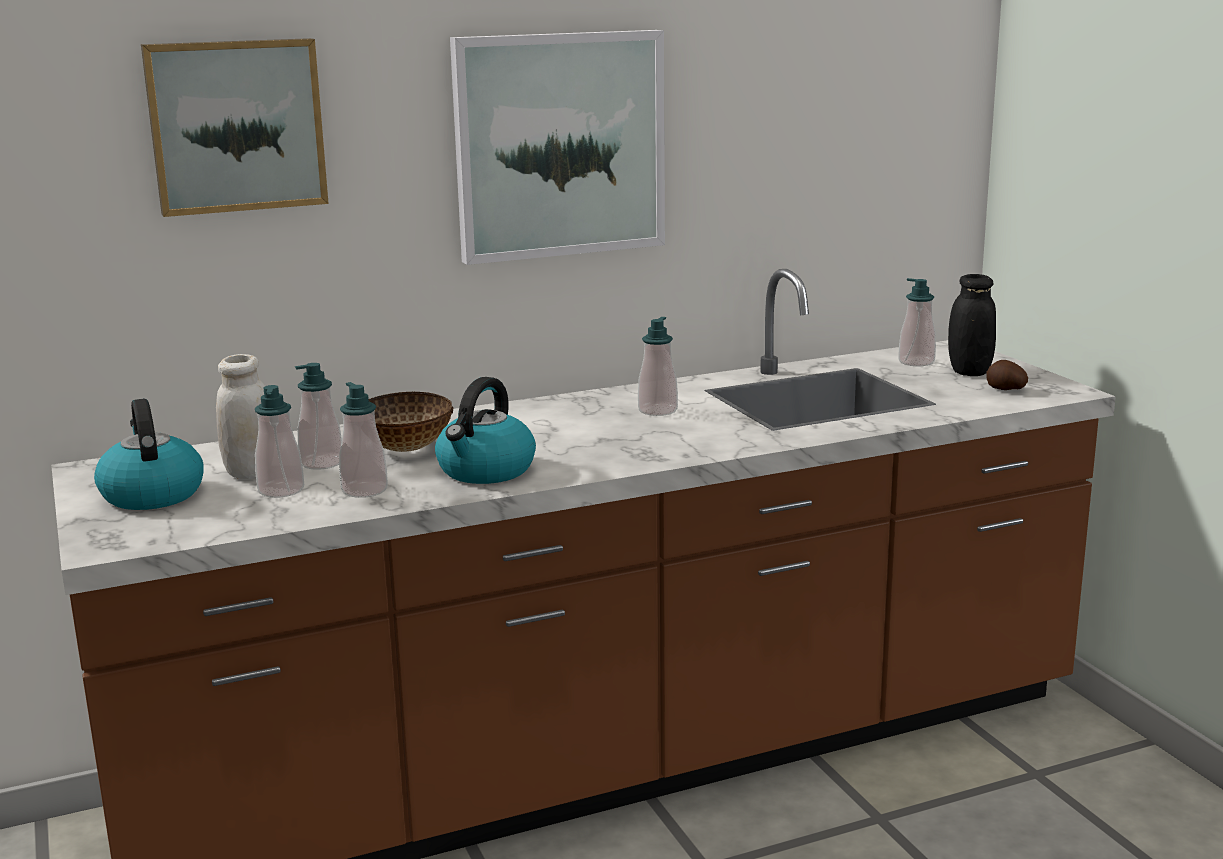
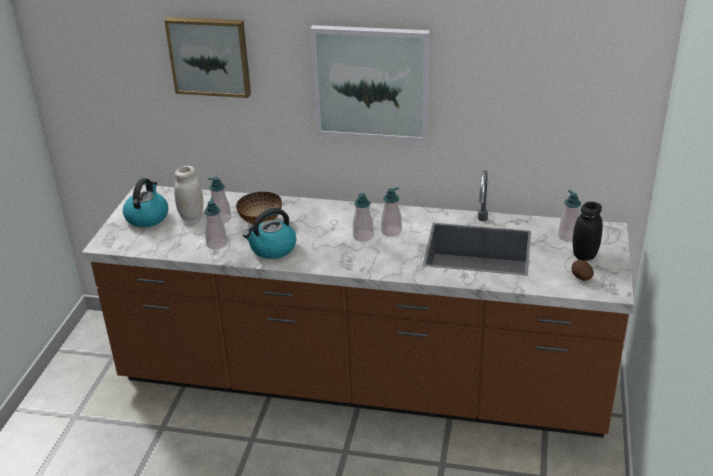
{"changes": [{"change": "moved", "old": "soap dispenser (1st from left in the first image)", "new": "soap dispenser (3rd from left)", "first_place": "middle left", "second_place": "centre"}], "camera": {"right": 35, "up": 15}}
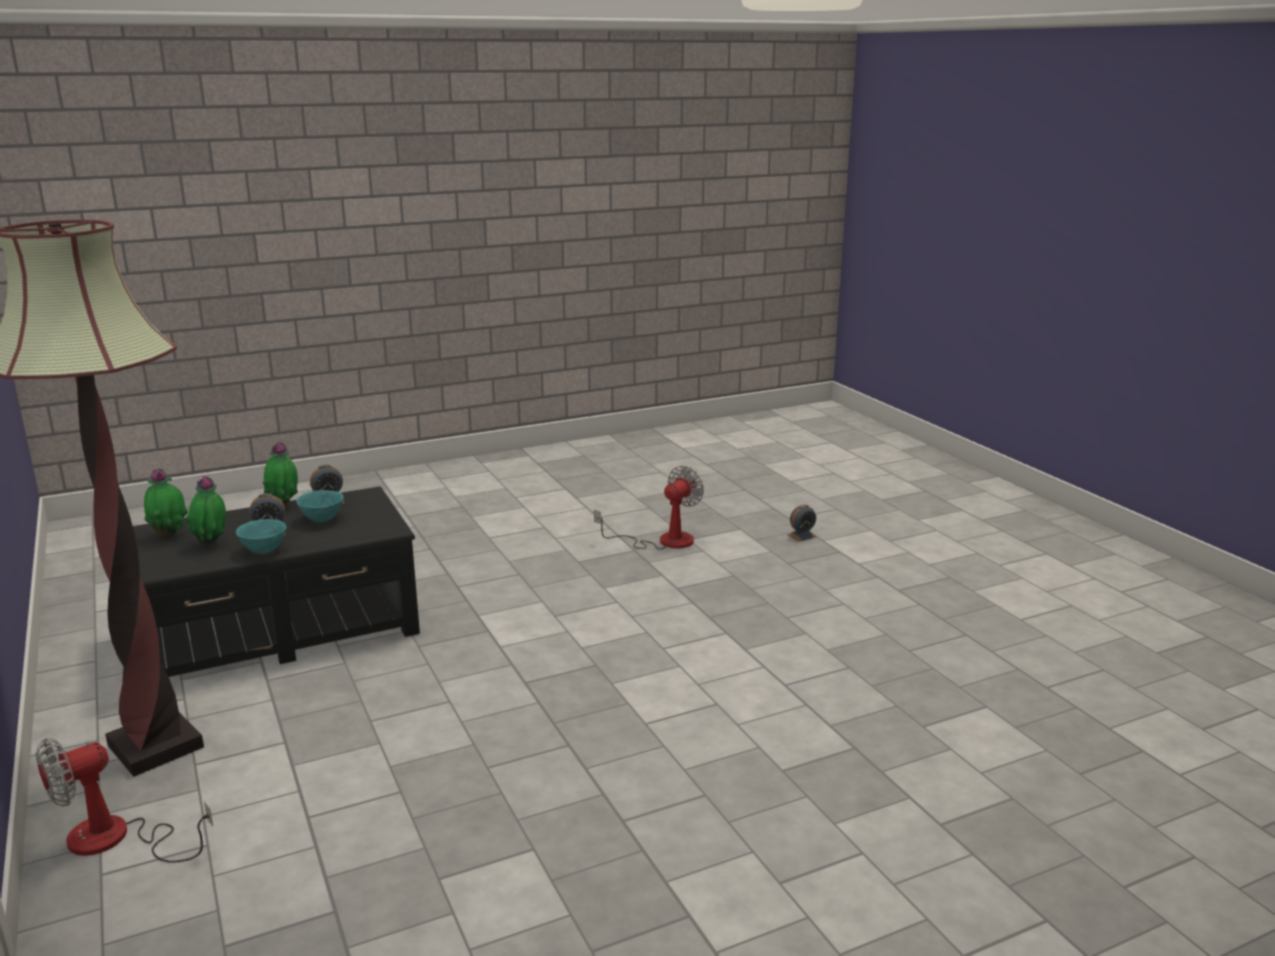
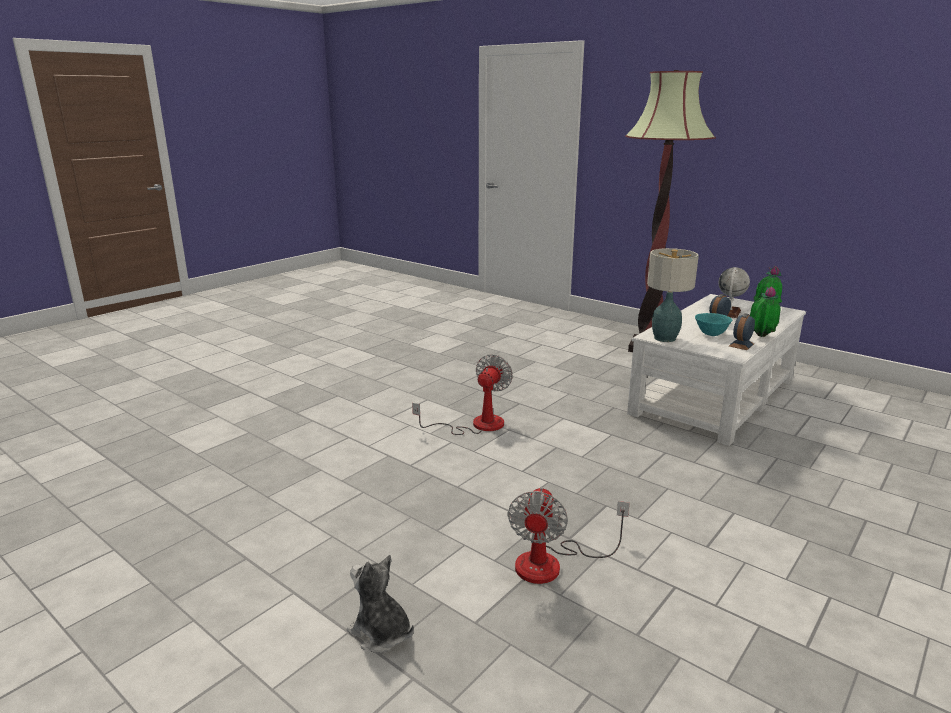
{"changes": [{"change": "moved", "old": "fan (1st from left)", "first_place": "bottom left", "second_place": "centre"}, {"change": "recoloured", "old": "coffee table (black)", "new": "coffee table (white)", "first_place": "middle left", "second_place": "middle right"}, {"change": "replaced", "old": "potted plant (2nd from left)", "new": "globe", "first_place": "middle left", "second_place": "middle right"}, {"change": "removed", "old": "bowl (turquoise) (1st from left)", "first_place": "middle left"}, {"change": "replaced", "old": "alarm clock (3rd from left)", "new": "plush toy", "first_place": "centre", "second_place": "bottom centre"}, {"change": "added", "new": "table lamp", "second_place": "middle right"}], "camera": {"right": 155, "up": 0}}
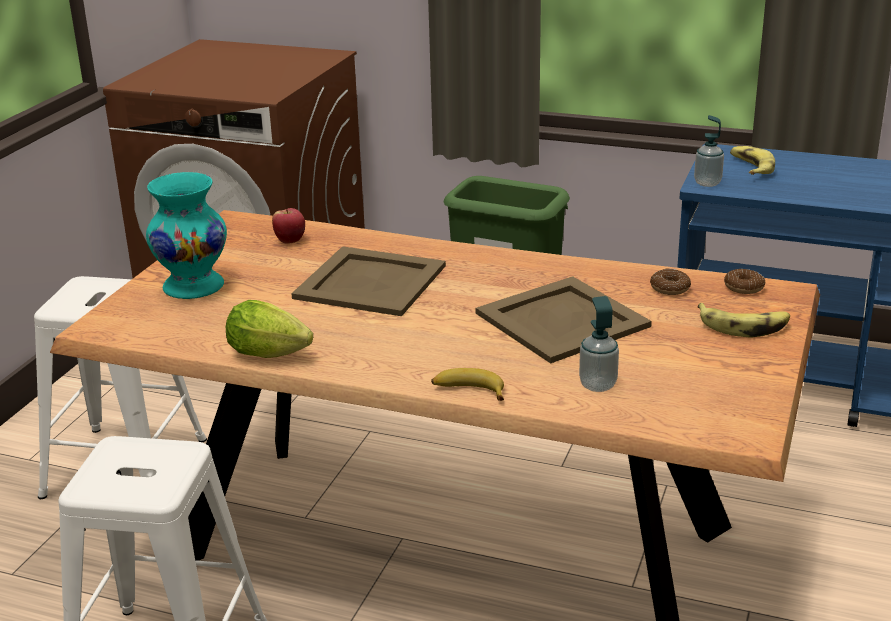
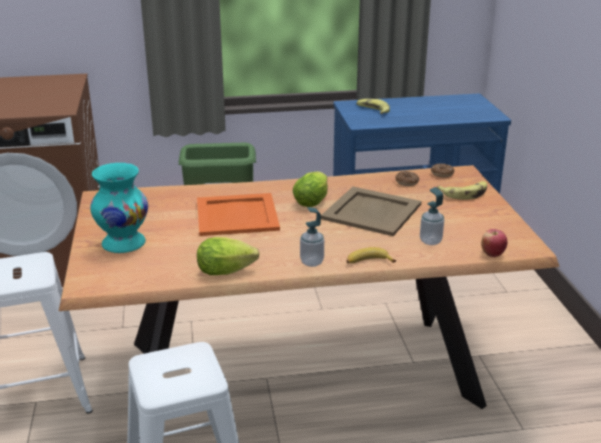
{"changes": [{"change": "moved", "old": "apple", "first_place": "middle left", "second_place": "middle right"}, {"change": "recoloured", "old": "tray (beige) (1st from left)", "new": "tray (orange)", "first_place": "centre", "second_place": "centre"}, {"change": "moved", "old": "soap dispenser (2nd from left in the first image)", "new": "soap dispenser (1st from left)", "first_place": "top right", "second_place": "centre"}, {"change": "added", "new": "lettuce (2nd from left)", "second_place": "centre"}], "camera": {"right": -30, "up": 0}}
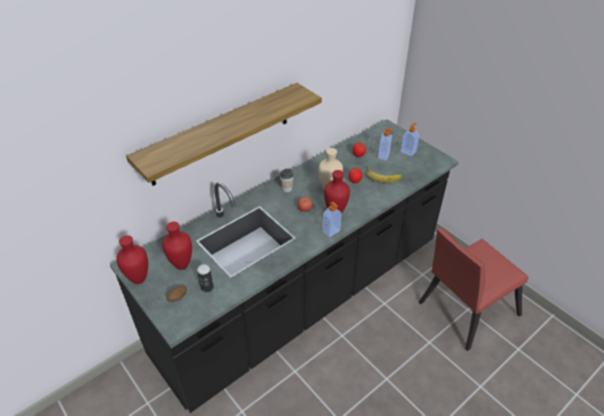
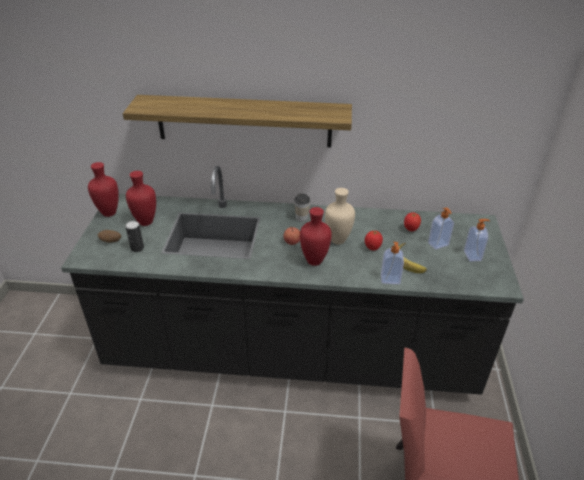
{"changes": [{"change": "moved", "old": "soap dispenser (1st from left)", "first_place": "centre", "second_place": "middle right"}], "camera": {"right": 45, "up": -5}}
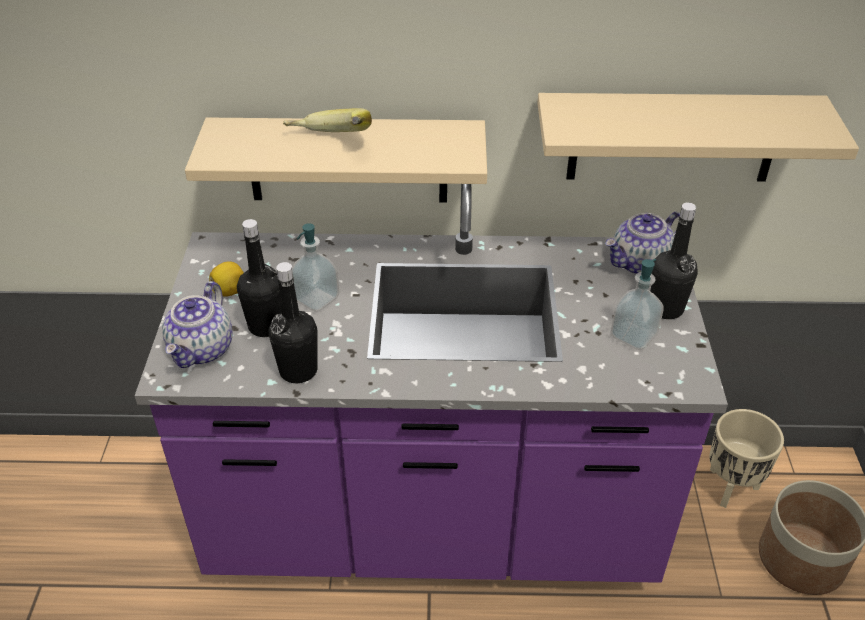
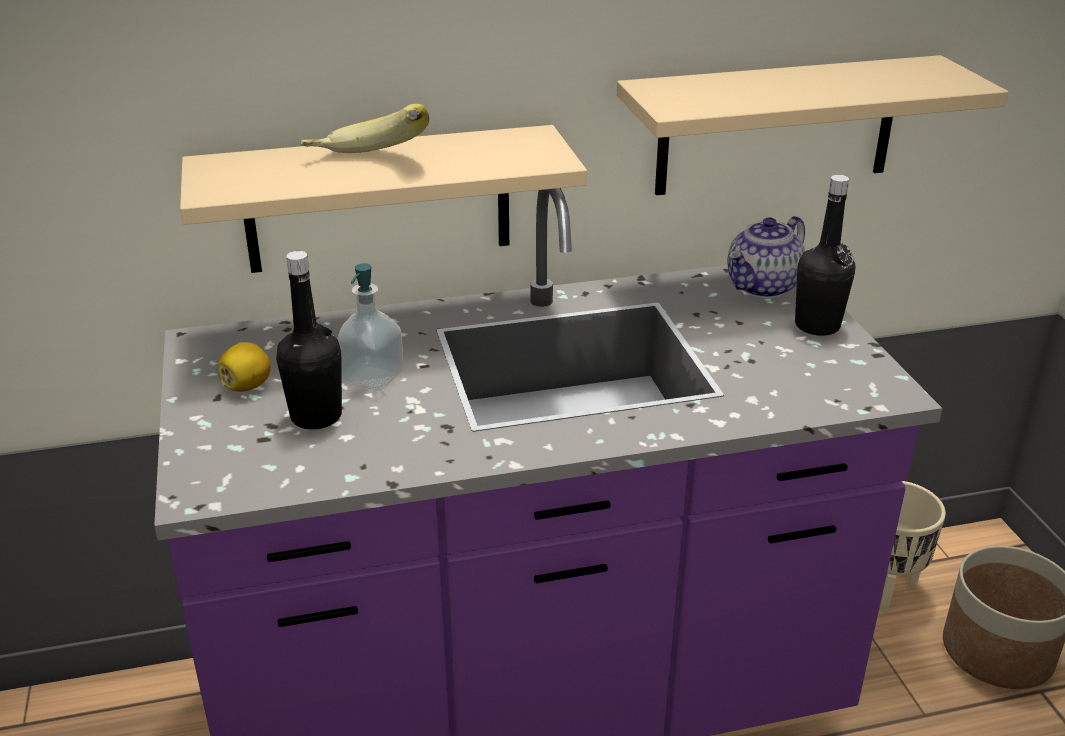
{"changes": [{"change": "removed", "old": "teapot (1st from left)", "first_place": "middle left"}, {"change": "removed", "old": "bottle (black) (2nd from left)", "first_place": "centre"}, {"change": "removed", "old": "soap dispenser (2nd from left)", "first_place": "middle right"}], "camera": {"right": -15, "up": -10}}
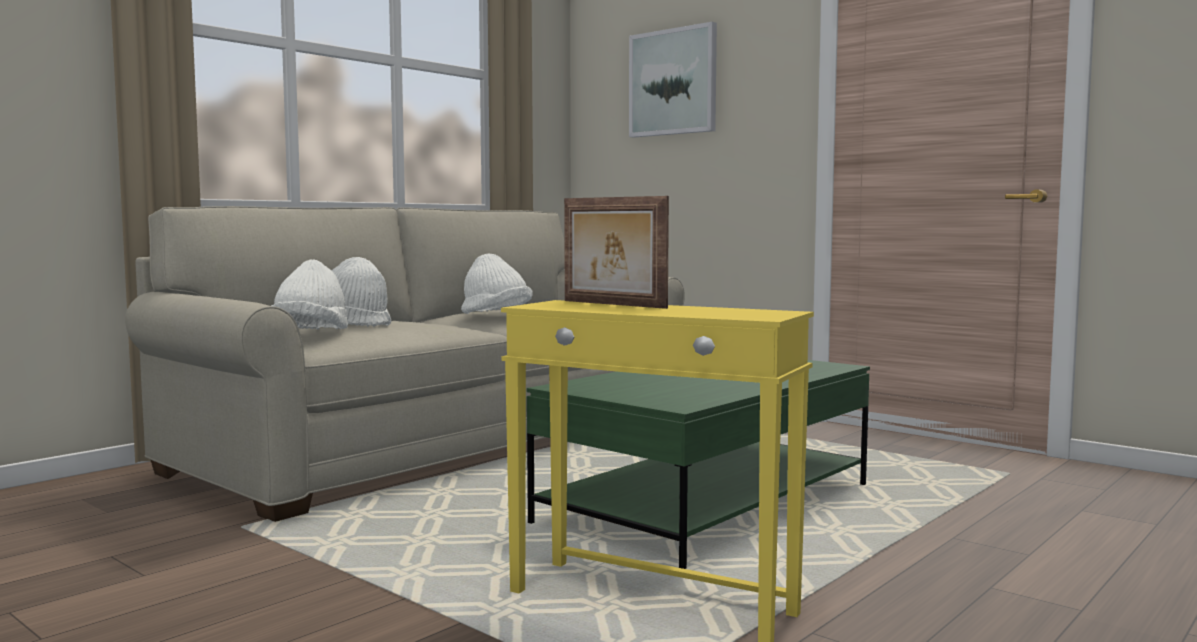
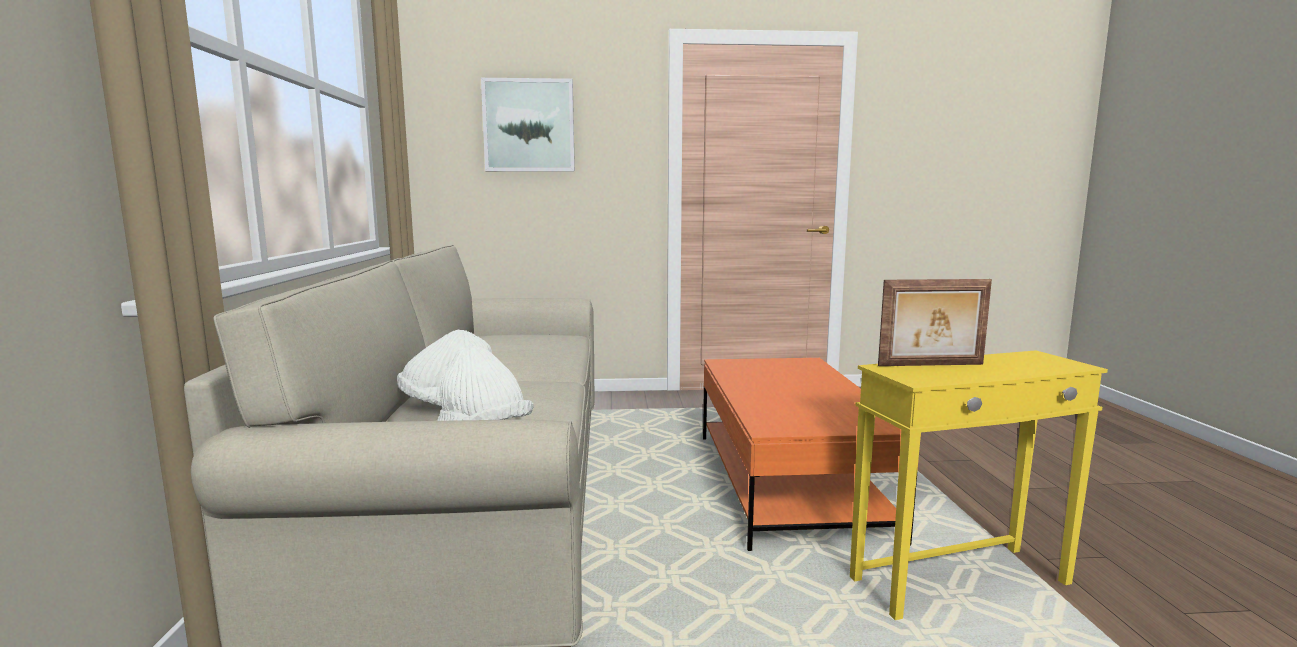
{"changes": [{"change": "removed", "old": "hat (white) (3rd from left)", "first_place": "centre"}, {"change": "recoloured", "old": "coffee table (green)", "new": "coffee table (orange)", "first_place": "bottom centre", "second_place": "bottom centre"}], "camera": {"right": -45, "up": 5}}
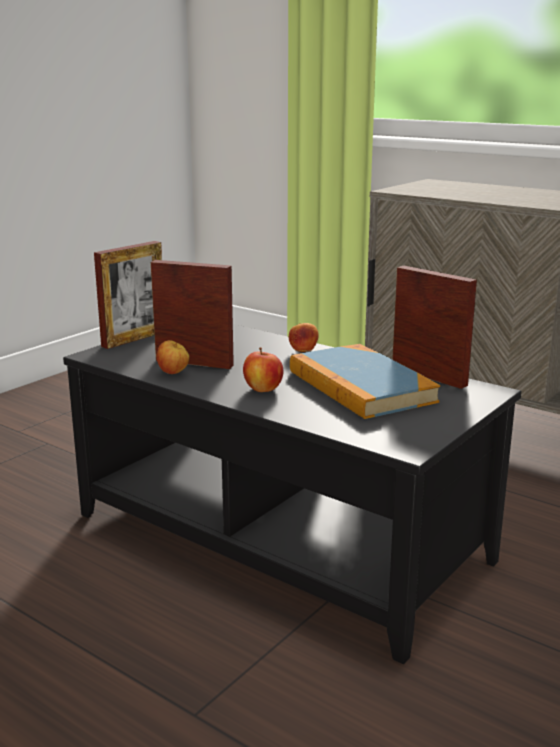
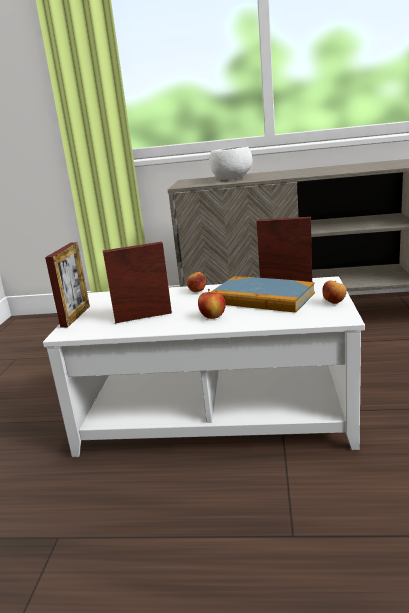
{"changes": [{"change": "recoloured", "old": "coffee table (black)", "new": "coffee table (white)", "first_place": "centre", "second_place": "centre"}, {"change": "moved", "old": "apple (1st from left in the first image)", "new": "apple (3rd from left)", "first_place": "middle left", "second_place": "middle right"}, {"change": "added", "new": "bowl (white)", "second_place": "top centre"}], "camera": {"right": -30, "up": 0}}
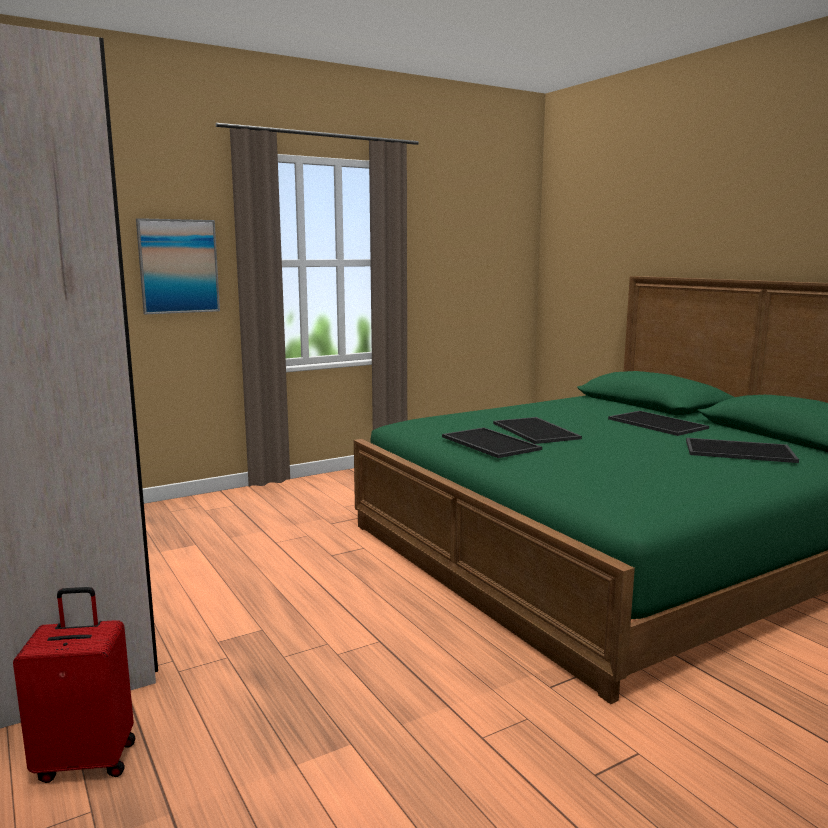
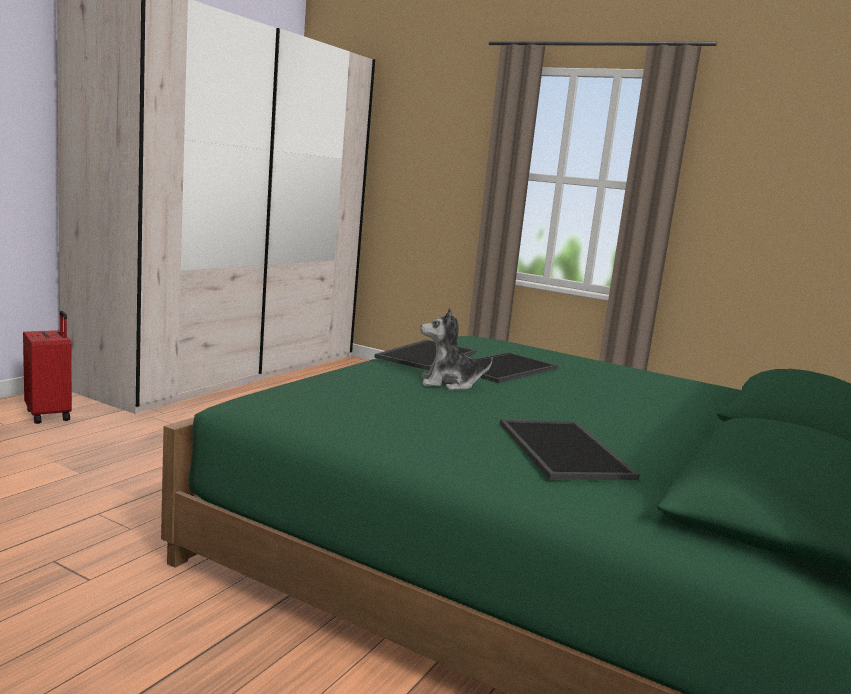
{"changes": [{"change": "removed", "old": "picture", "first_place": "top left"}, {"change": "removed", "old": "tray (3rd from left)", "first_place": "middle right"}, {"change": "added", "new": "plush toy", "second_place": "centre"}], "camera": {"right": 60, "up": 0}}
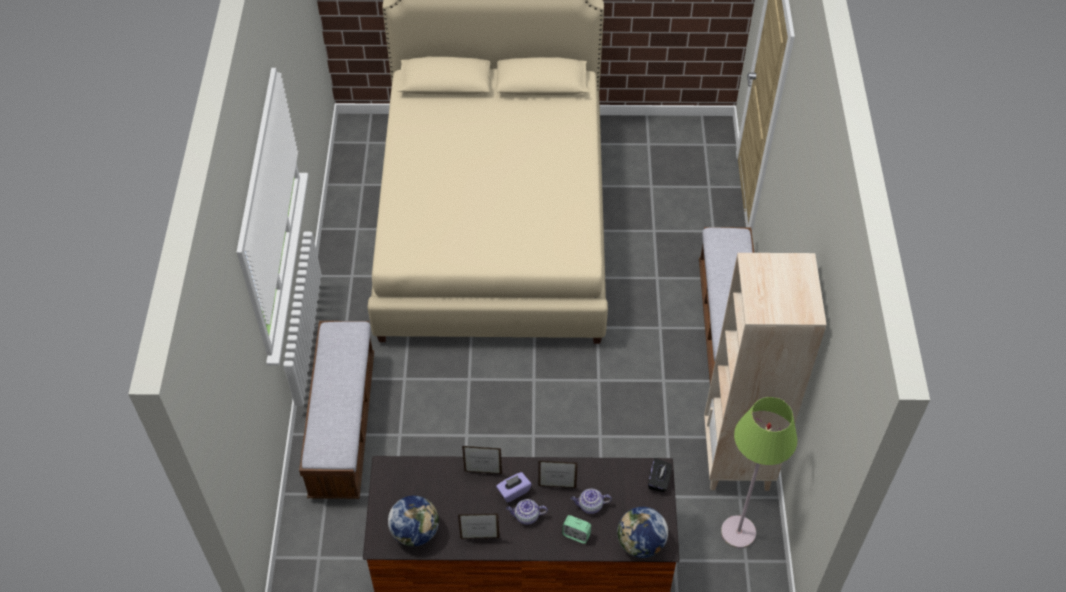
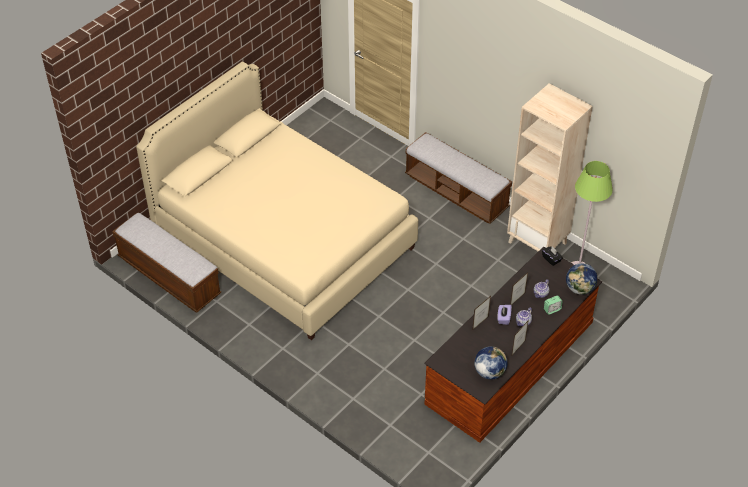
{"changes": [{"change": "moved", "old": "bench (1st from left)", "first_place": "bottom left", "second_place": "middle left"}], "camera": {"right": -50, "up": -5}}
